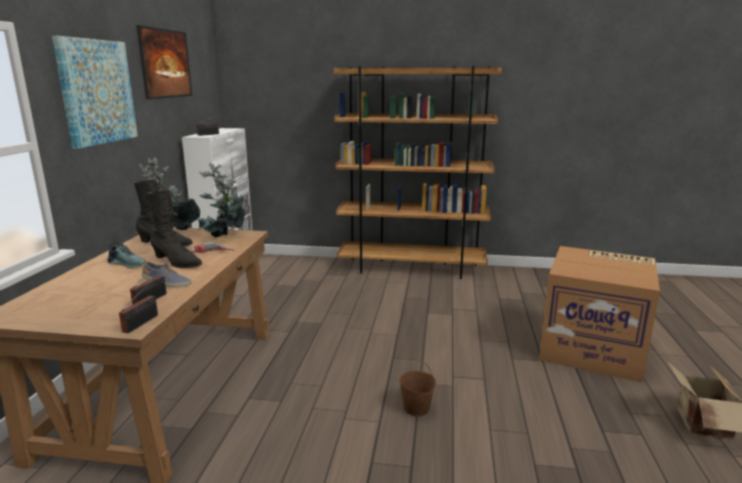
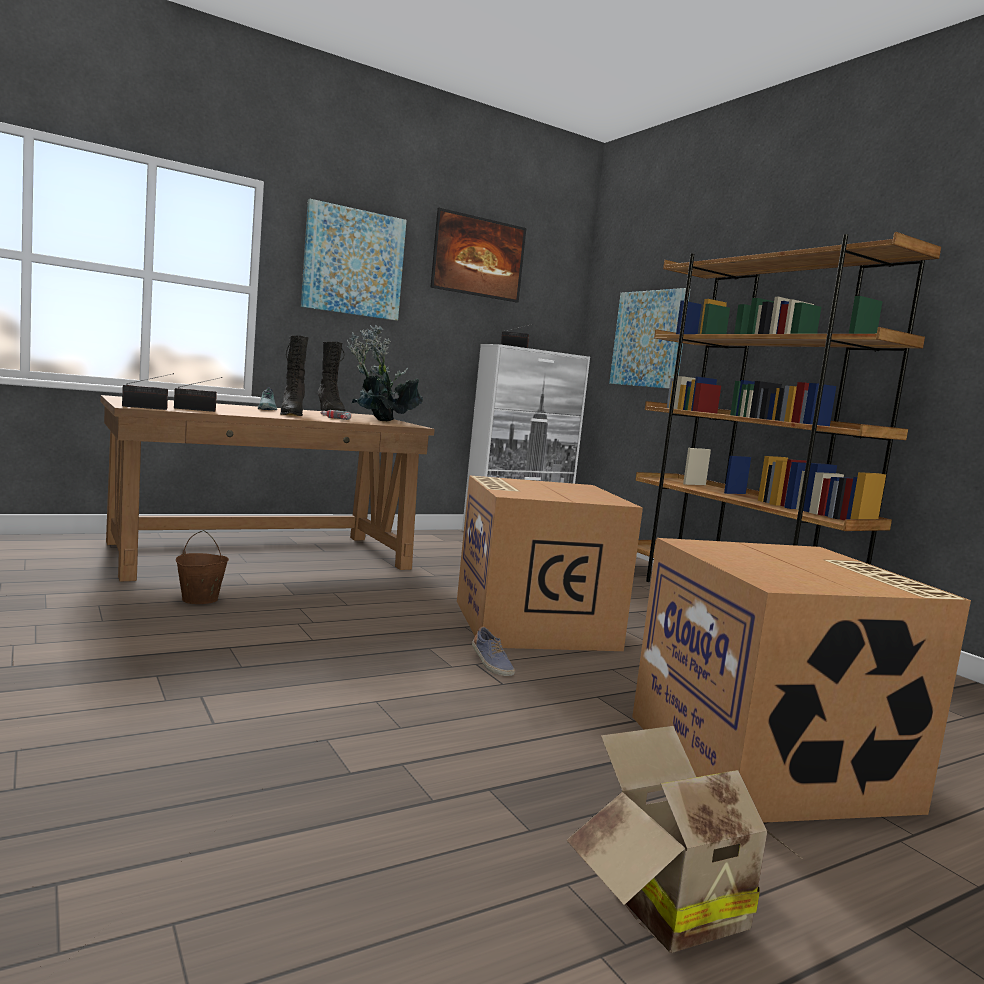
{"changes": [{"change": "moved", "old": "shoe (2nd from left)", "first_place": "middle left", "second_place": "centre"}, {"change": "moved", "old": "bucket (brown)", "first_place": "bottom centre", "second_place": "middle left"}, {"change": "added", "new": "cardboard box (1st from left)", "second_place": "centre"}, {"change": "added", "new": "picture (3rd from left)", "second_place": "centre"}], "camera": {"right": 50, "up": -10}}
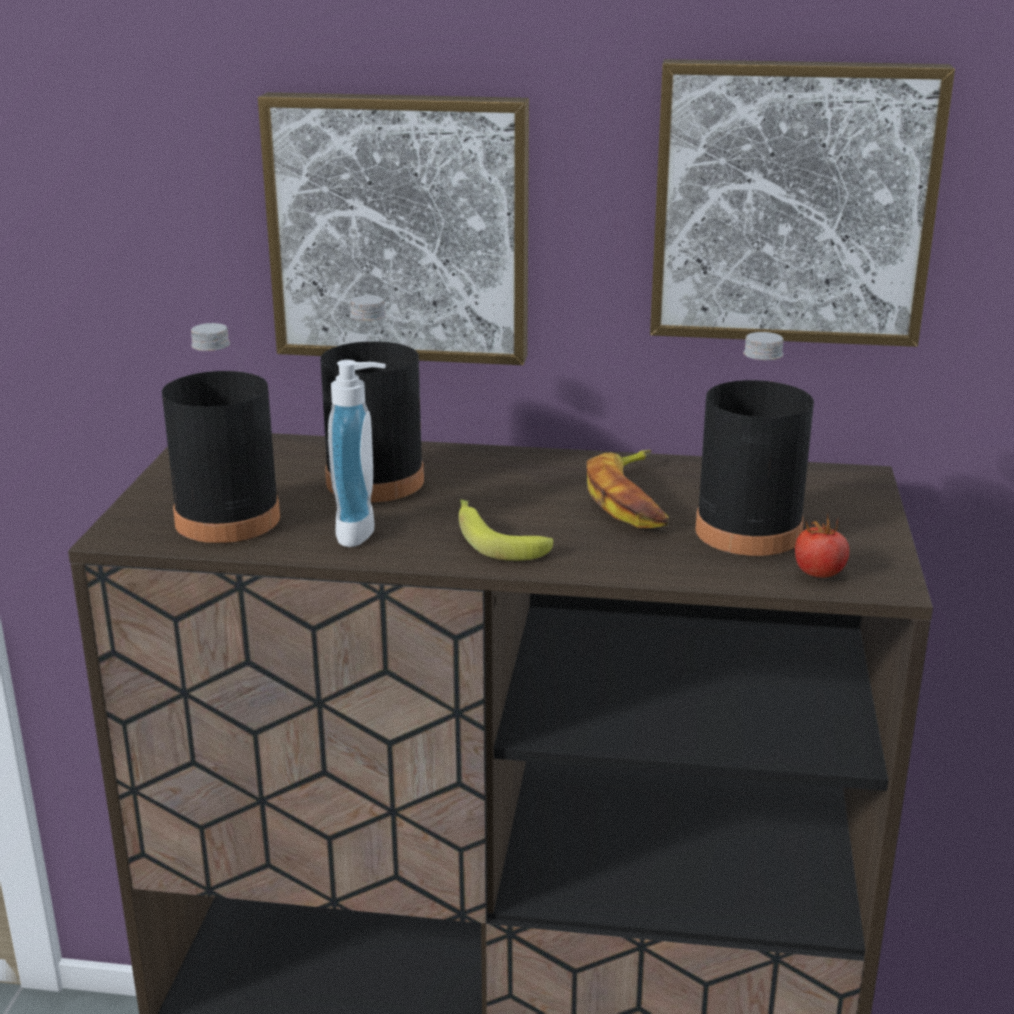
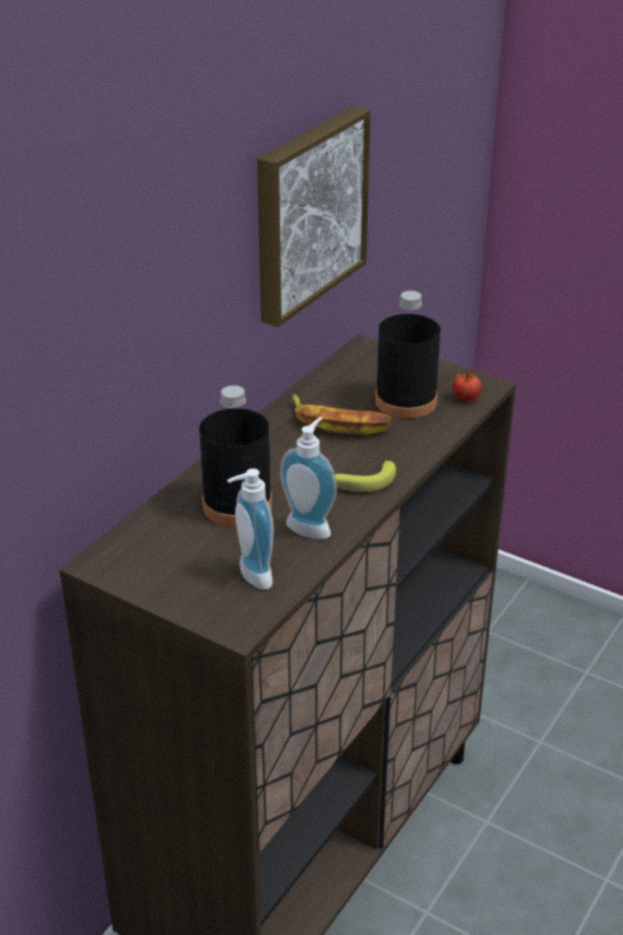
{"changes": [{"change": "replaced", "old": "bottle (black) (1st from left)", "new": "soap dispenser (1st from left)", "first_place": "middle left", "second_place": "centre"}, {"change": "removed", "old": "picture (1st from left)", "first_place": "top centre"}], "camera": {"right": -65, "up": 10}}
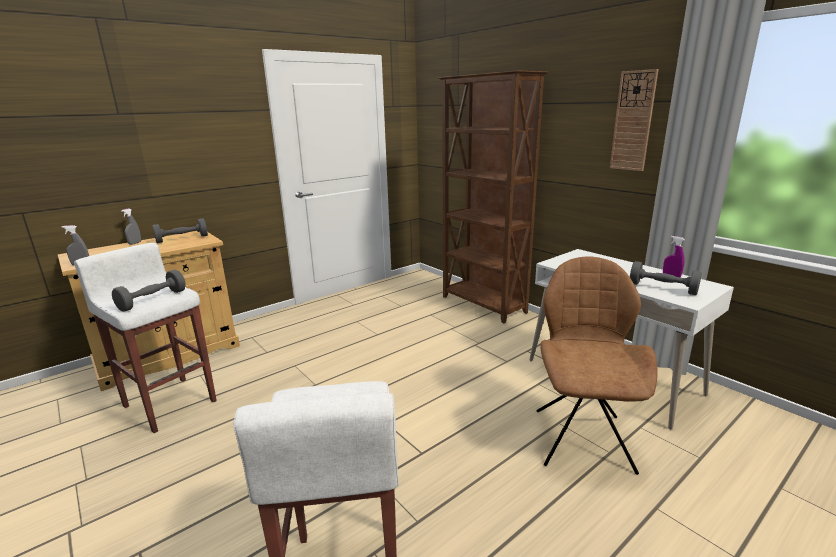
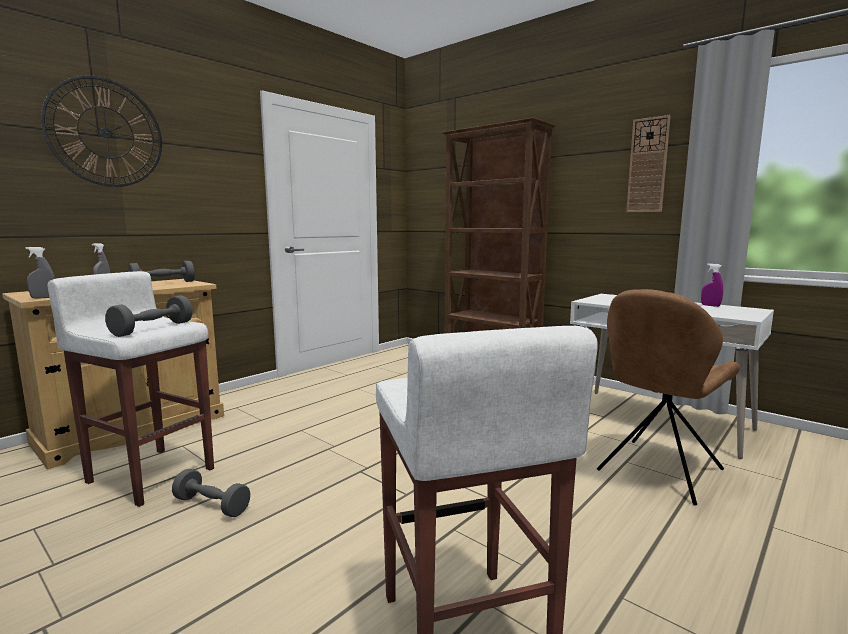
{"changes": [{"change": "turned", "old": "chair (brown)", "first_place": "middle right", "second_place": "middle right", "degrees": -135}, {"change": "moved", "old": "dumbbell (grey) (3rd from left)", "first_place": "middle right", "second_place": "bottom left"}, {"change": "added", "new": "wall clock (1st from left)", "second_place": "top left"}], "camera": {"right": -10, "up": -10}}
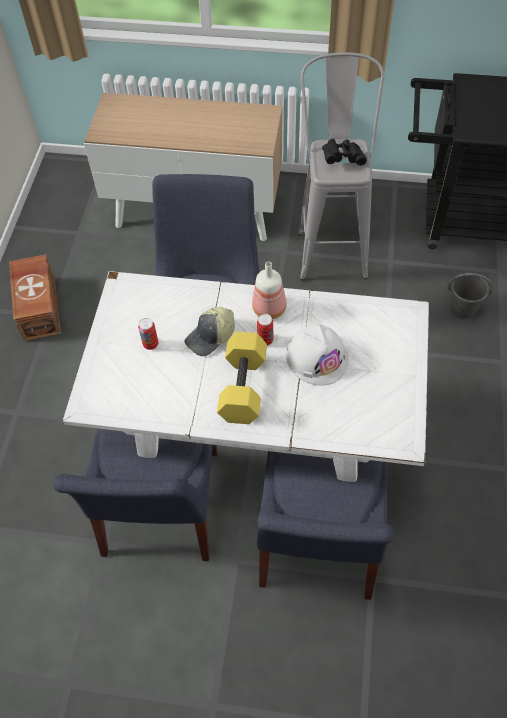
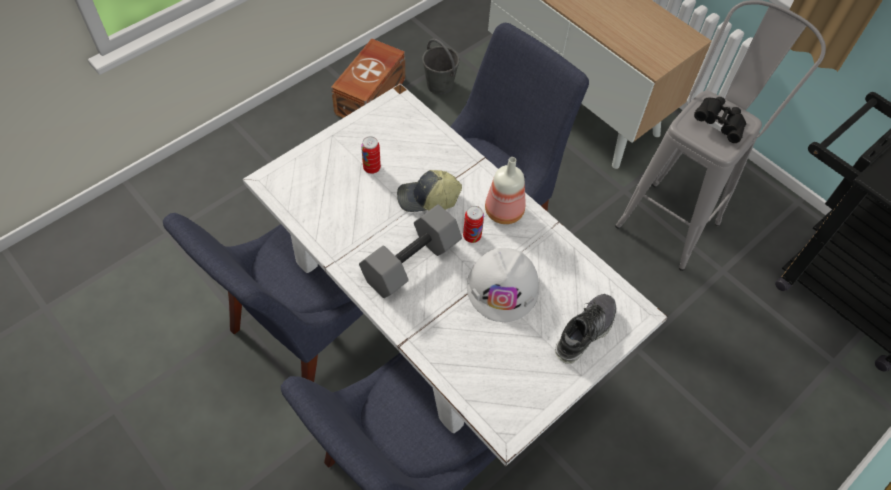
{"changes": [{"change": "recoloured", "old": "dumbbell (yellow)", "new": "dumbbell (grey)", "first_place": "centre", "second_place": "centre"}, {"change": "moved", "old": "bucket (grey)", "first_place": "middle right", "second_place": "top centre"}, {"change": "added", "new": "shoe", "second_place": "bottom centre"}], "camera": {"right": 35, "up": 0}}
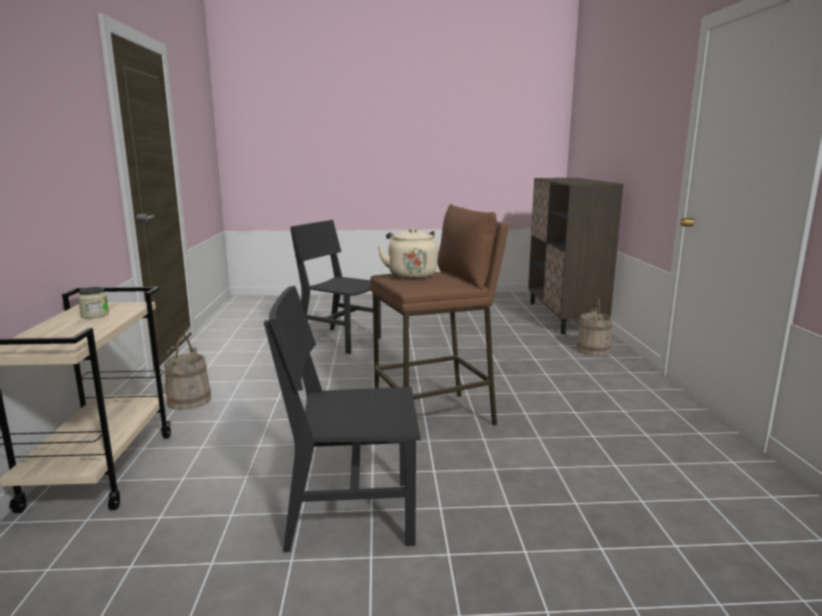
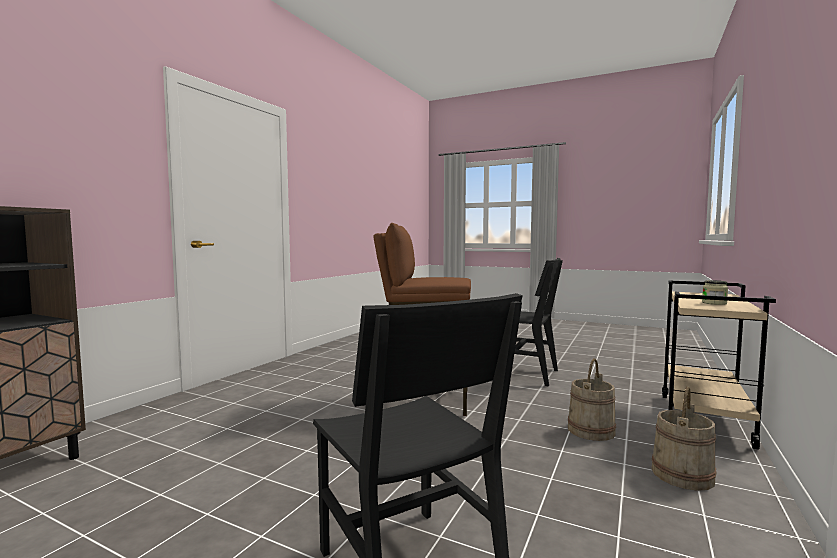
{"changes": [{"change": "removed", "old": "kettle (beige)", "first_place": "centre"}, {"change": "moved", "old": "bucket (beige) (2nd from left in the first image)", "new": "bucket (beige) (1st from left)", "first_place": "middle right", "second_place": "bottom right"}], "camera": {"right": -150, "up": -10}}
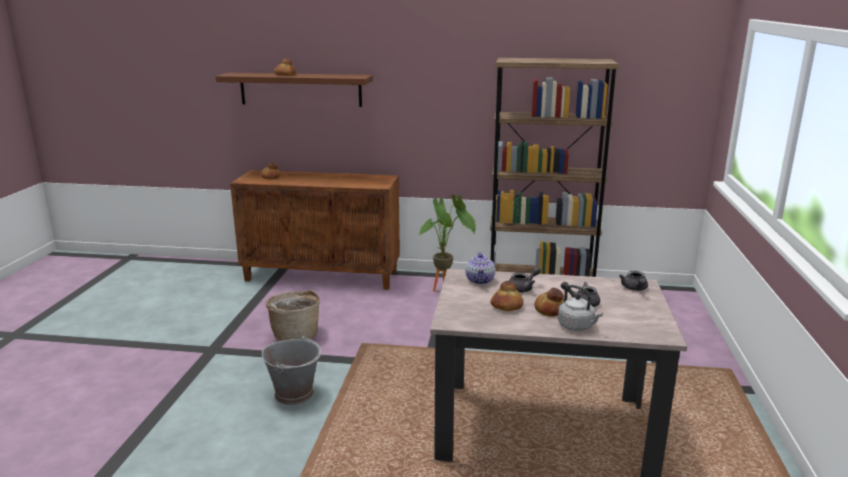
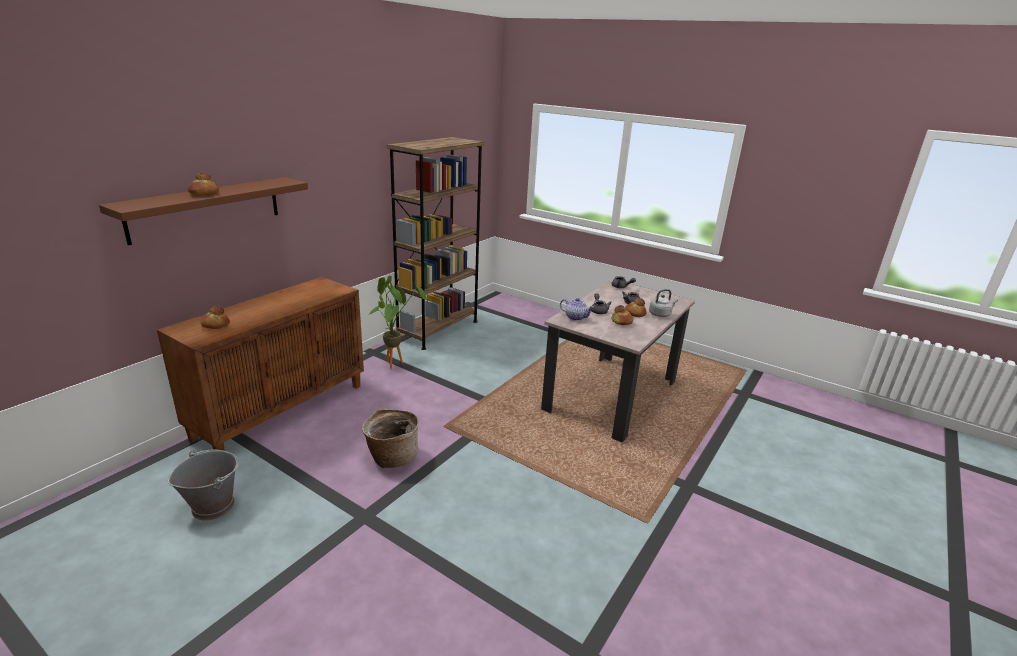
{"changes": [{"change": "moved", "old": "bucket (grey)", "first_place": "bottom centre", "second_place": "bottom left"}], "camera": {"right": -65, "up": 5}}
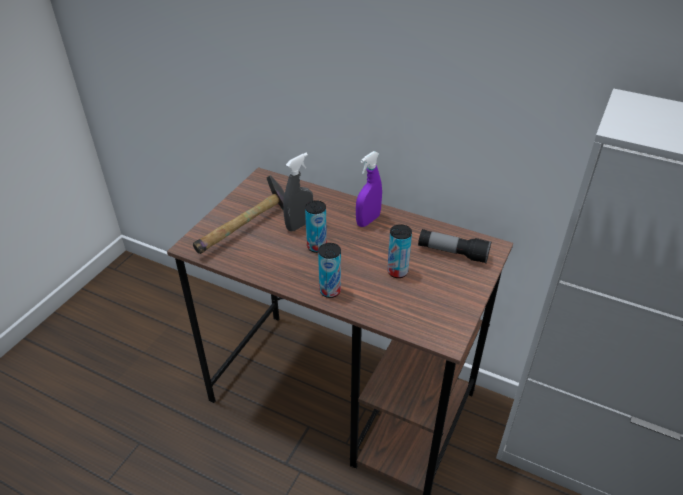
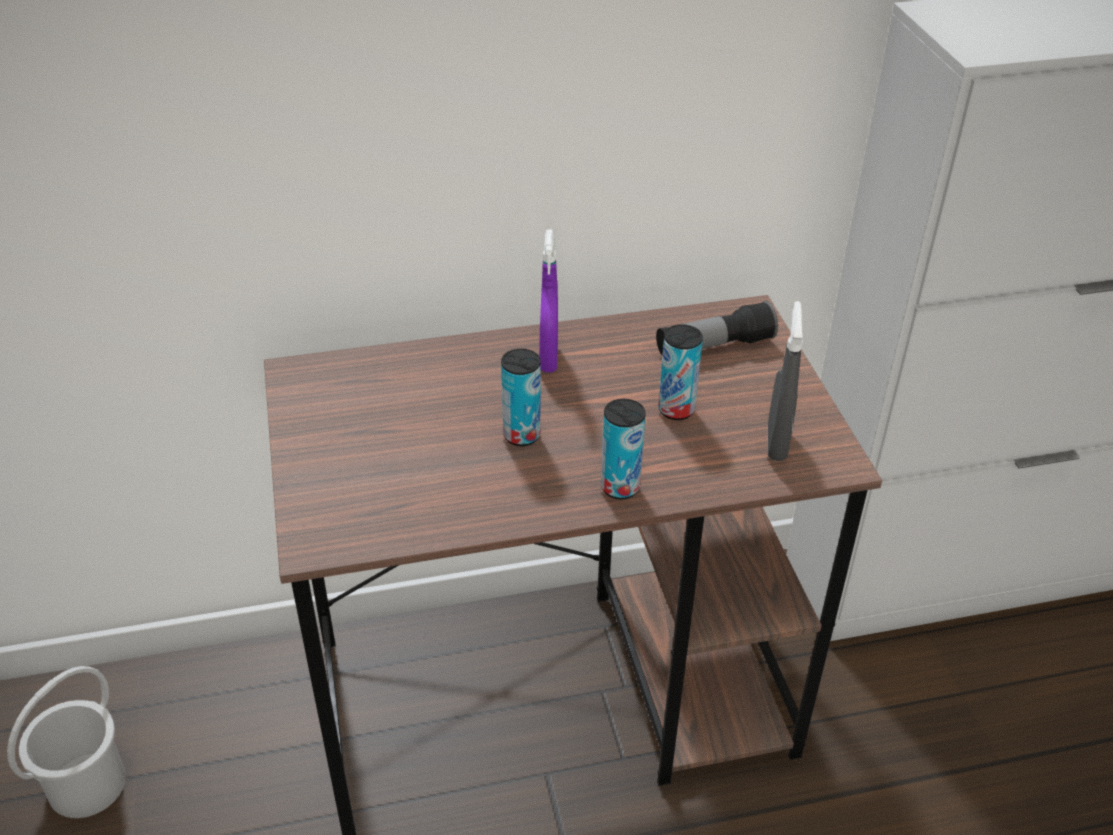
{"changes": [{"change": "removed", "old": "hammer", "first_place": "centre"}, {"change": "moved", "old": "spray bottle (grey)", "first_place": "centre", "second_place": "middle right"}, {"change": "added", "new": "bucket (white)", "second_place": "bottom left"}], "camera": {"right": -40, "up": 0}}
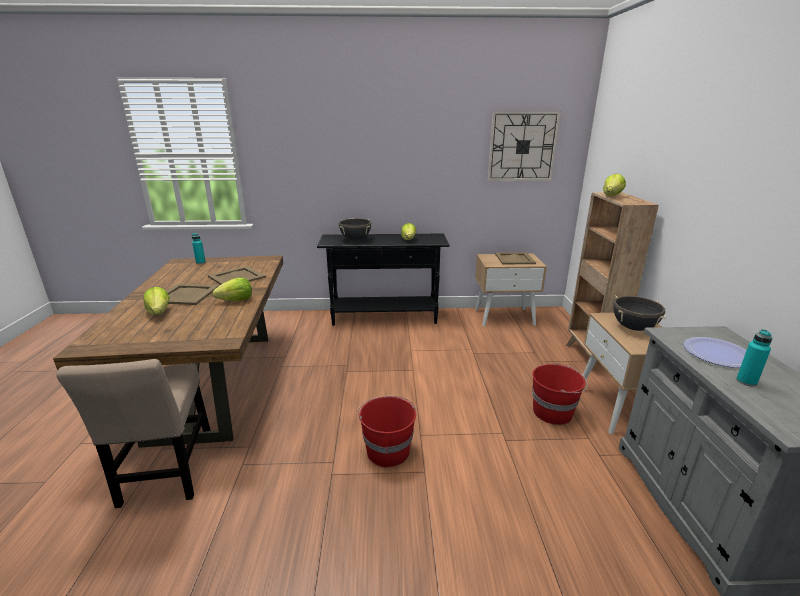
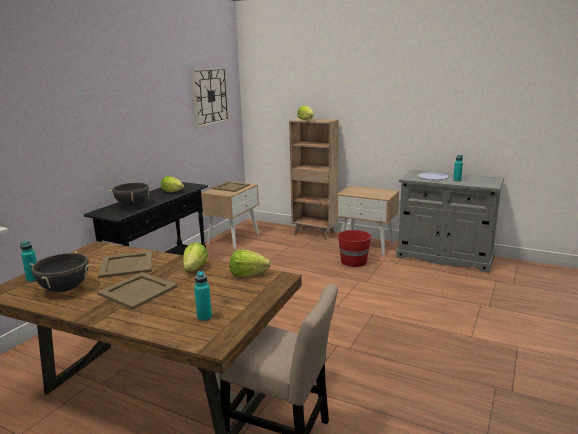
{"changes": [{"change": "moved", "old": "lettuce (1st from left in the first image)", "new": "lettuce (3rd from left)", "first_place": "middle left", "second_place": "centre"}, {"change": "removed", "old": "bucket (red) (1st from left)", "first_place": "bottom centre"}, {"change": "moved", "old": "cooking pot (black) (2nd from left in the first image)", "new": "cooking pot (black) (1st from left)", "first_place": "middle right", "second_place": "middle left"}, {"change": "added", "new": "bottle (turquoise) (2nd from left)", "second_place": "bottom centre"}], "camera": {"right": -60, "up": -5}}
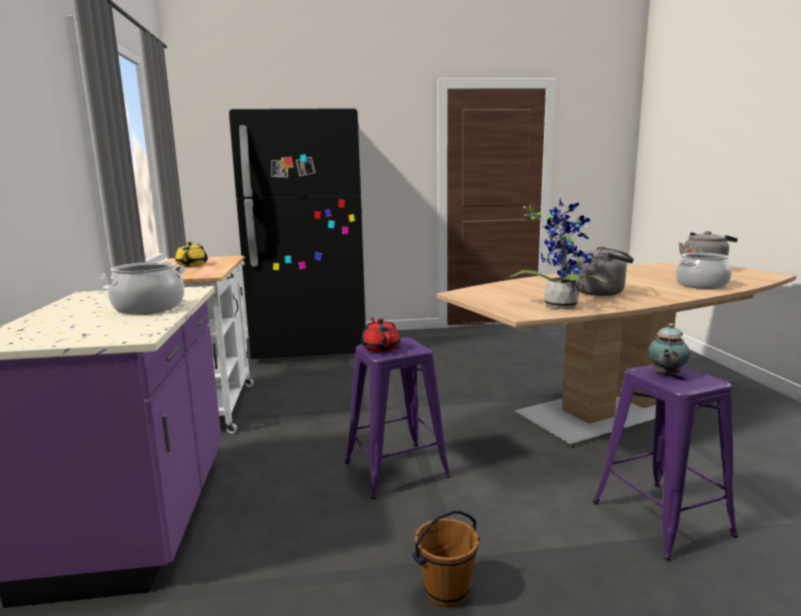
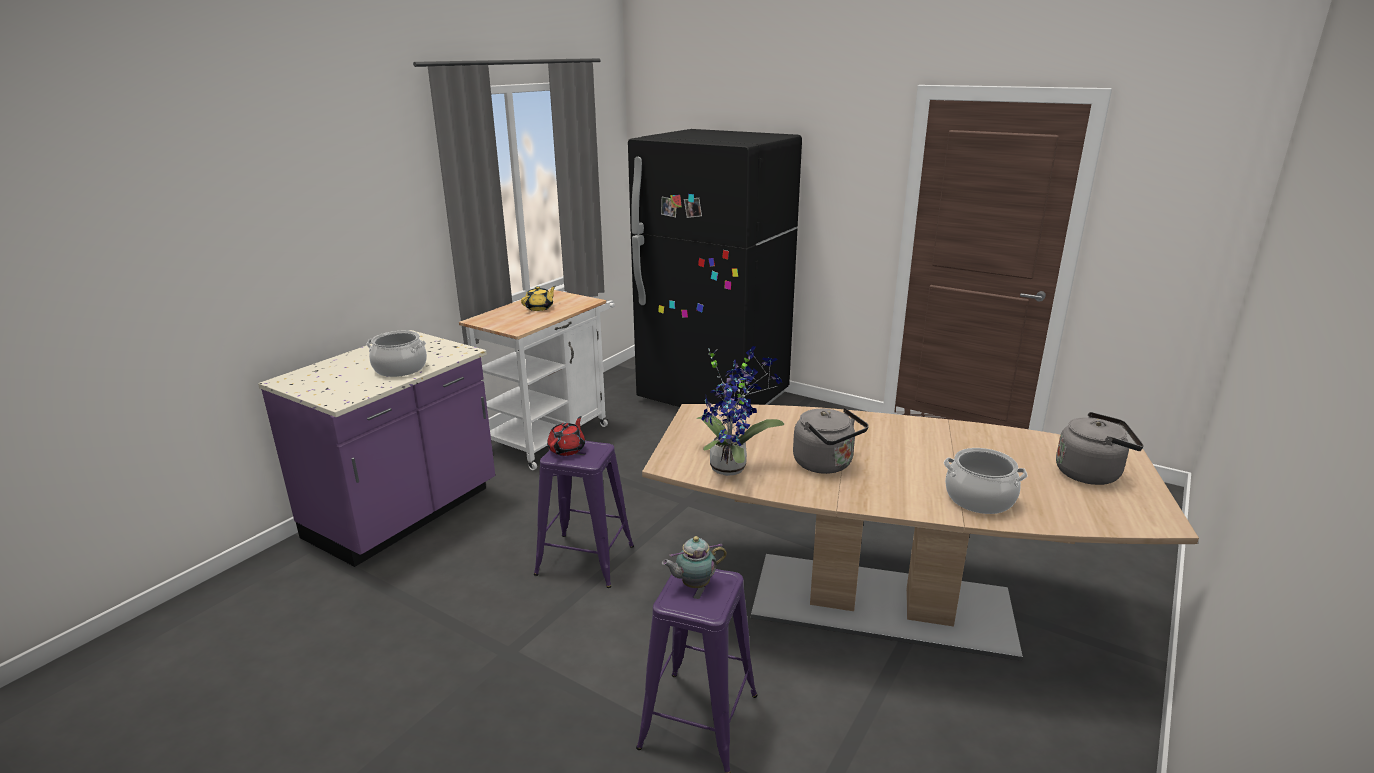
{"changes": [{"change": "removed", "old": "bucket (brown)", "first_place": "bottom centre"}], "camera": {"right": 40, "up": 10}}
